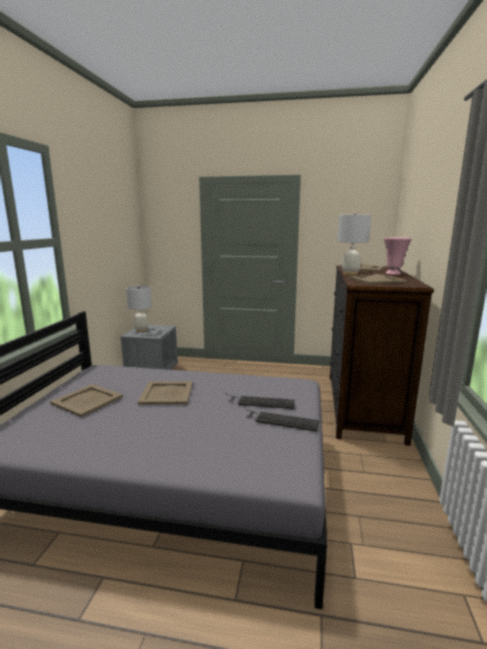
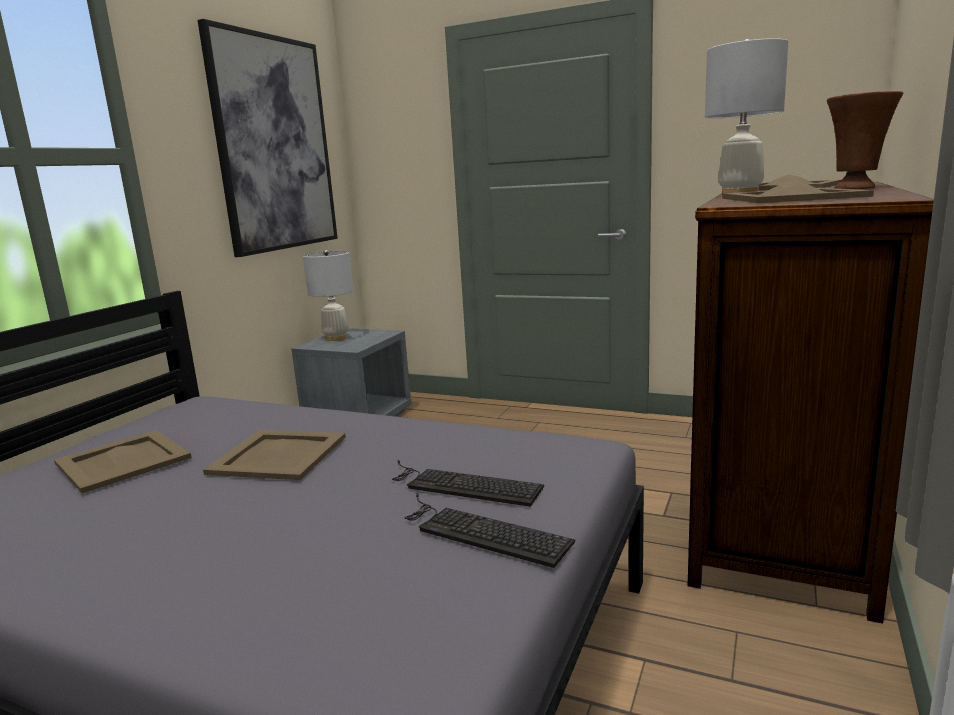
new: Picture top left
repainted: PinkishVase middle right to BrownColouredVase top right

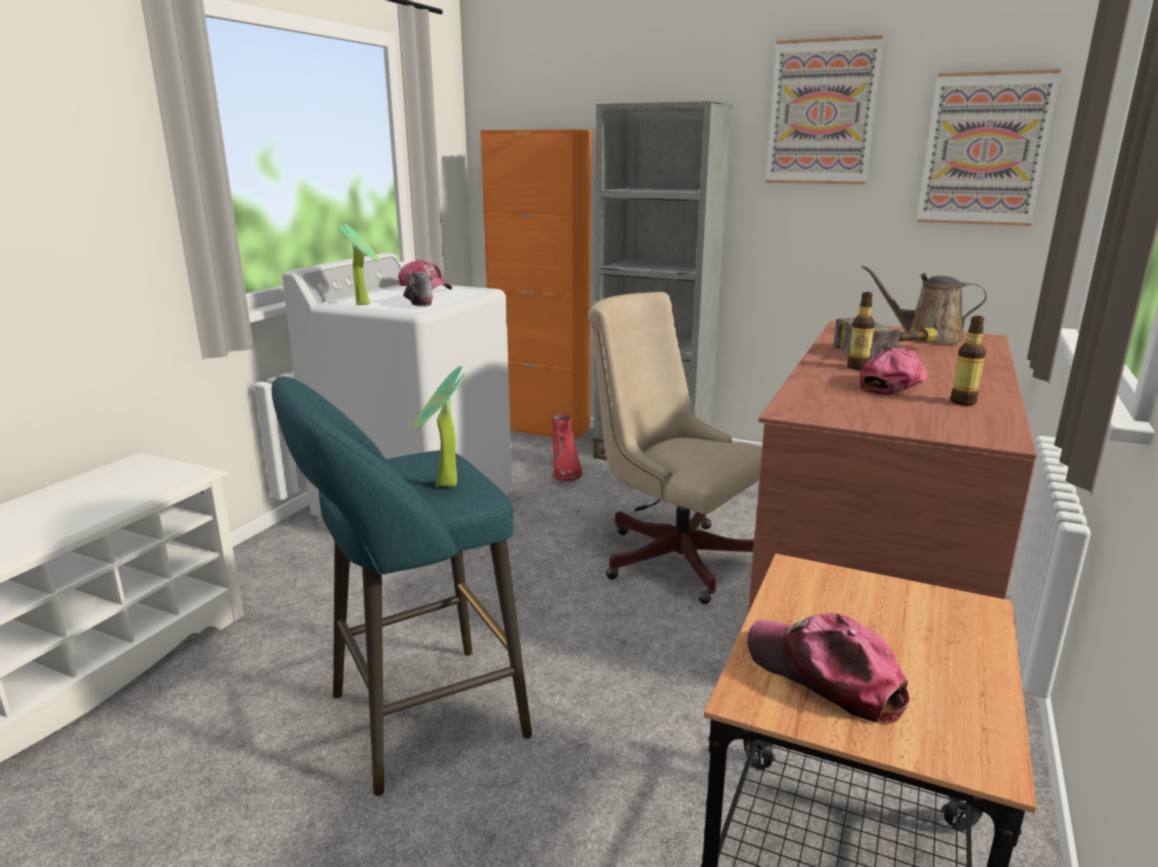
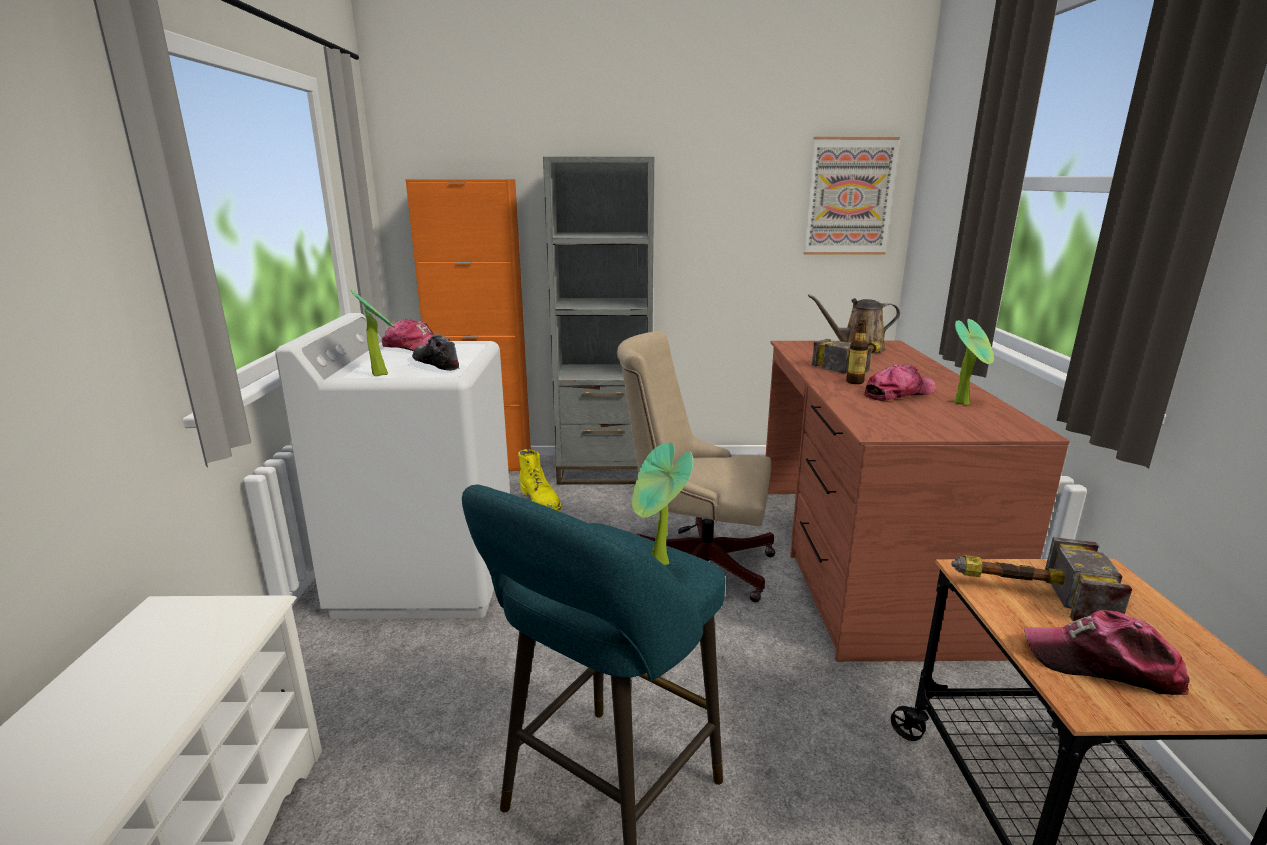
gone: Picture (no. 1 from left) top right
new: ToolHammer (no. 2 from left) bottom right
swapped: Bottle (no. 2 from left) middle right to PlantInAPot (no. 3 from left) middle right
repainted: ReddishTallBoot centre to YellowTallBoot centre
rotated: Cap (no. 3 from left in the first image) middle right = middle right 45 degrees clockwise

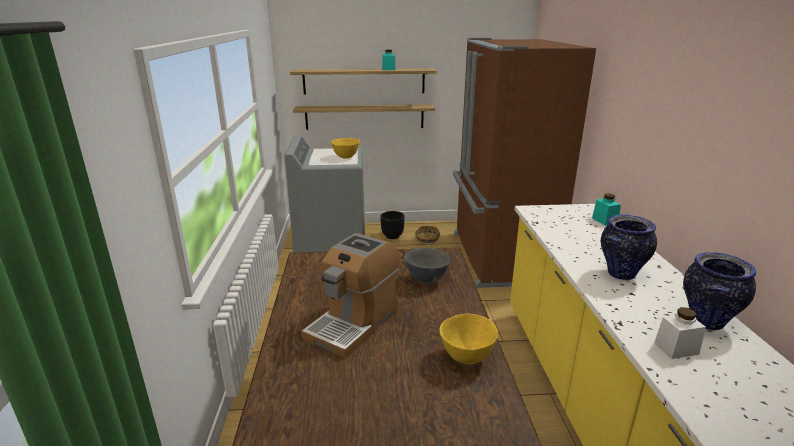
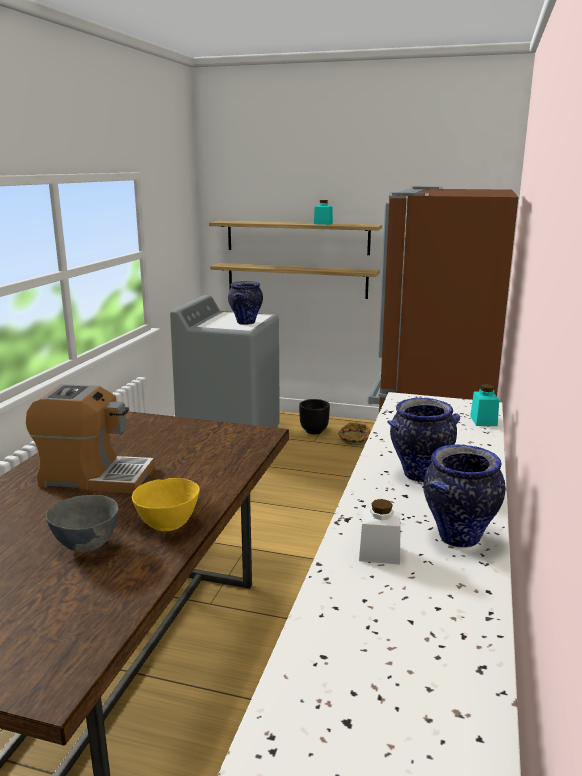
shifted: GreyishDeepDish centre to bottom left
swapped: YellowDeepDish (no. 1 from left) top centre to Vase (no. 1 from left) centre
rotated: CoffeeBrewer centre = middle left 135 degrees counterclockwise

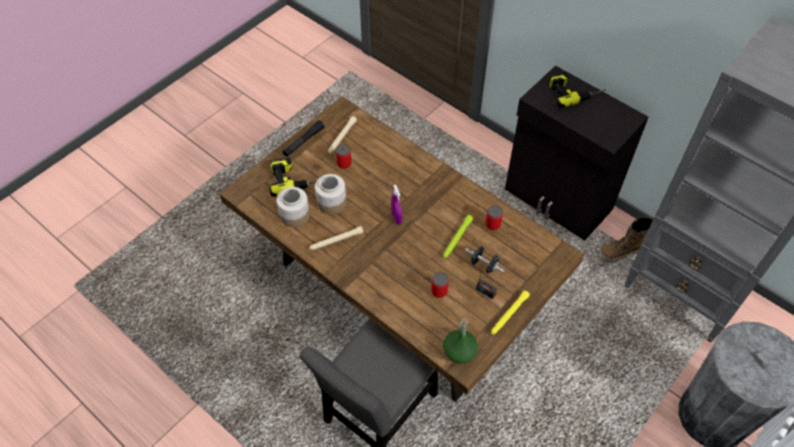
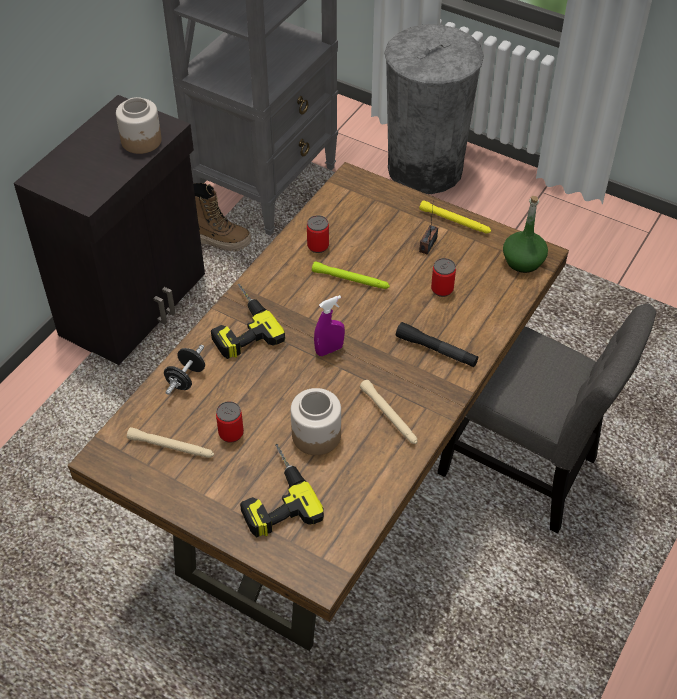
shifted: StorageJar (no. 1 from left) centre to top left; BlackishTorch top centre to centre; BlackishDumbbell centre to middle left; Drill (no. 2 from left in the first image) top right to Drill (no. 1 from left) centre
rotated: TallBoot middle right = top left 45 degrees counterclockwise

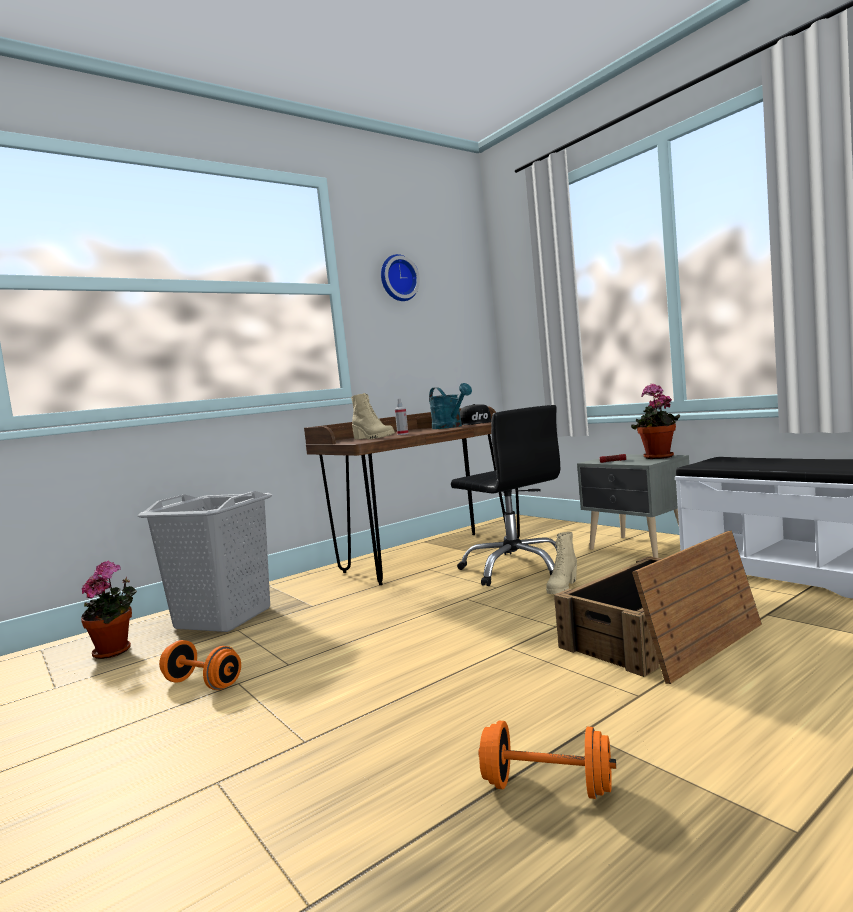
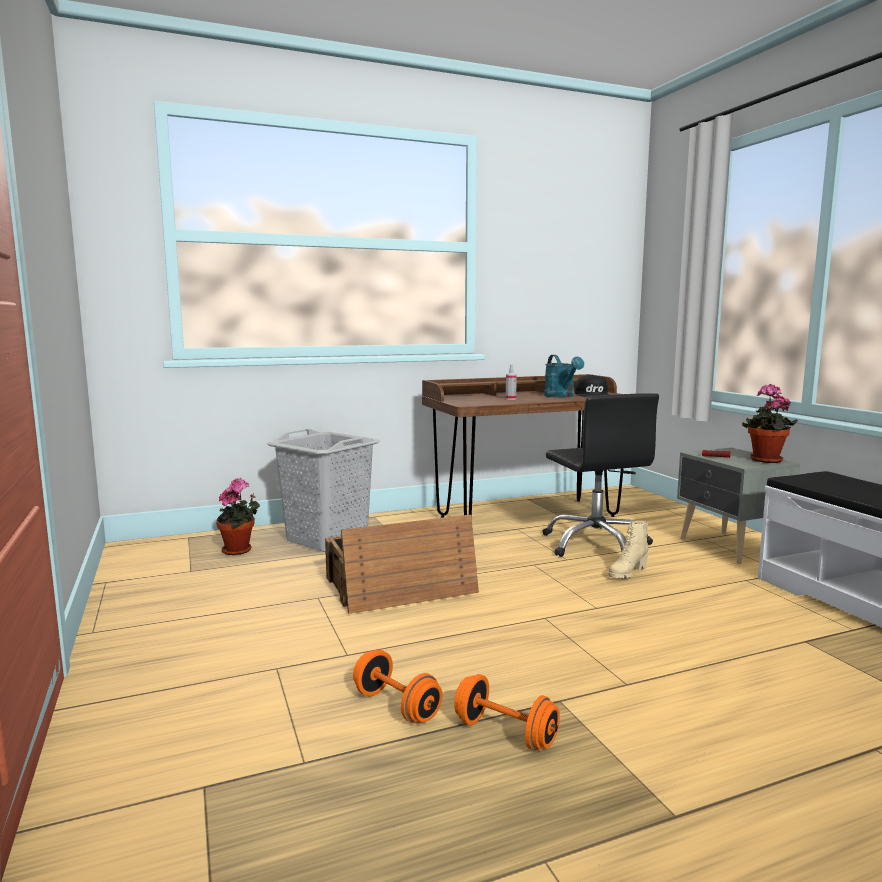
gone: SandColouredTallBoot (no. 1 from left) centre; ClockOnTheWall top centre
shifted: OrangeDumbbell (no. 1 from left) bottom left to bottom centre; ShippingCrate middle right to centre

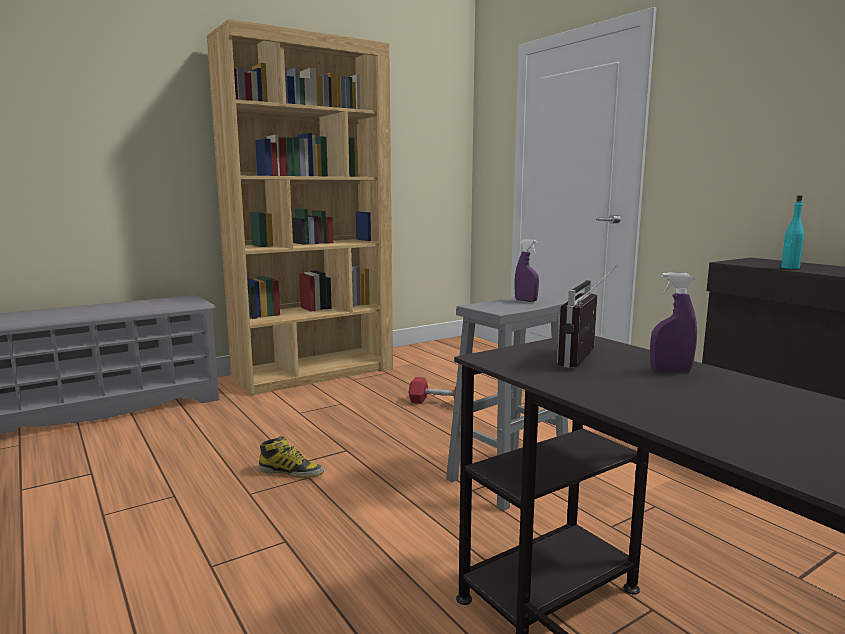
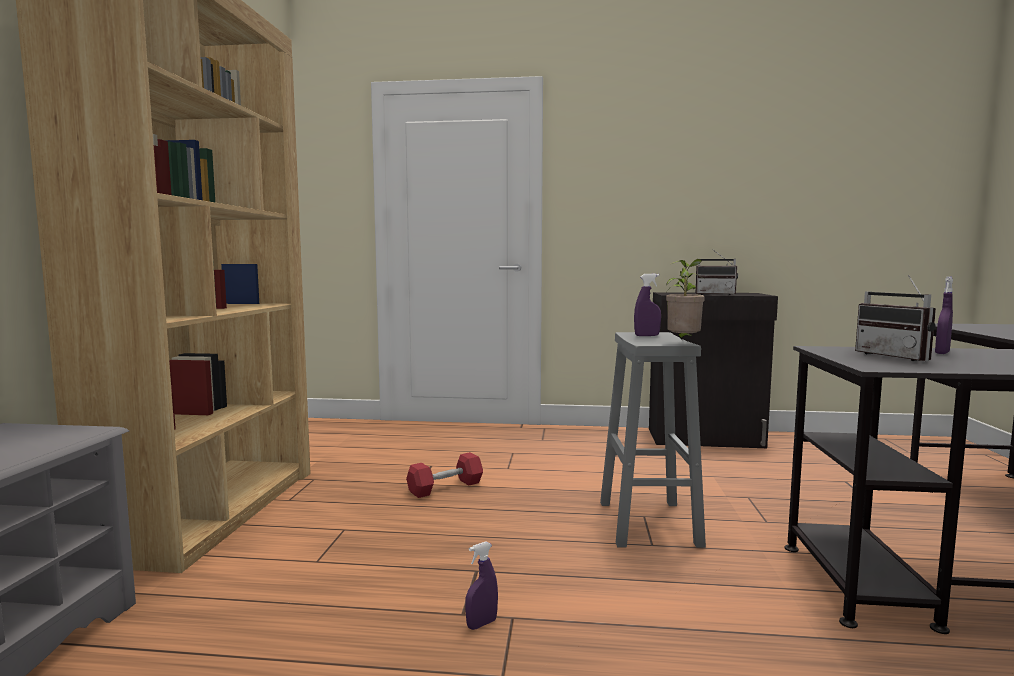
new: PlantInAPot middle right
swapped: TallBoot bottom centre to PurpleHandSprayer (no. 1 from left) bottom centre; BlueGreenBottle middle right to RadioSet (no. 1 from left) middle right

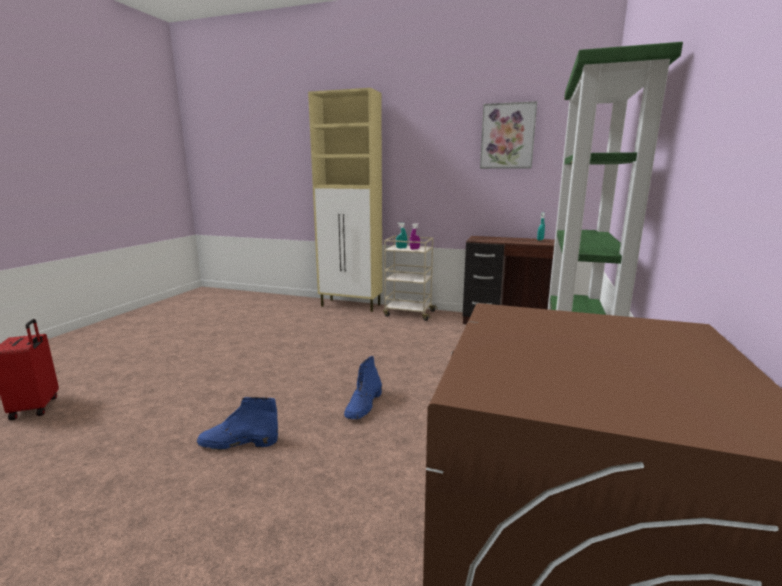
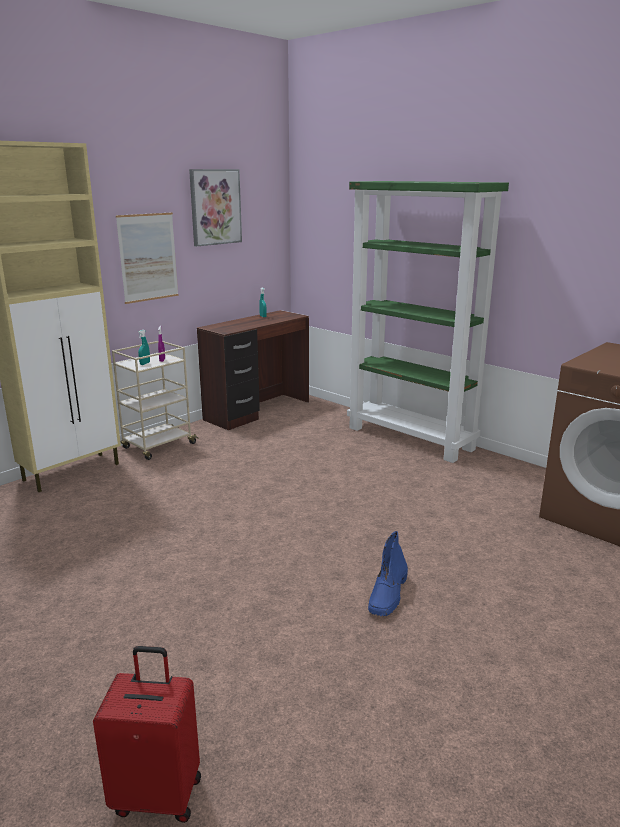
gone: BlueColouredTallBoot (no. 2 from left) centre
new: Picture (no. 1 from left) top left

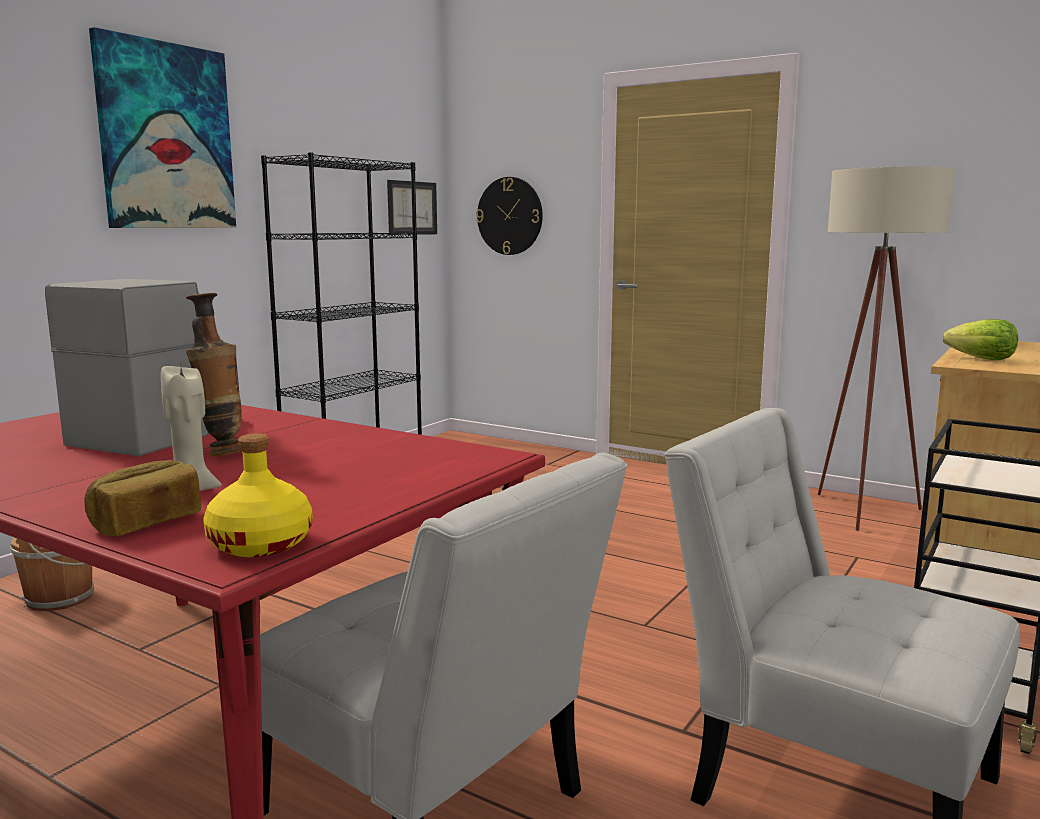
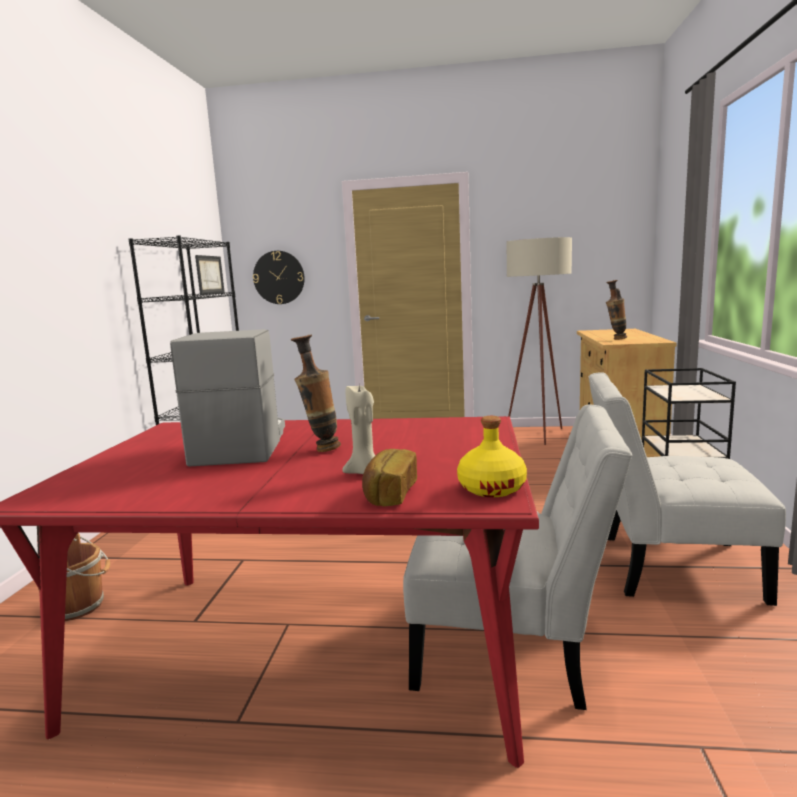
gone: Picture (no. 1 from left) top left
swapped: Lettuce middle right to Vase (no. 2 from left) middle right

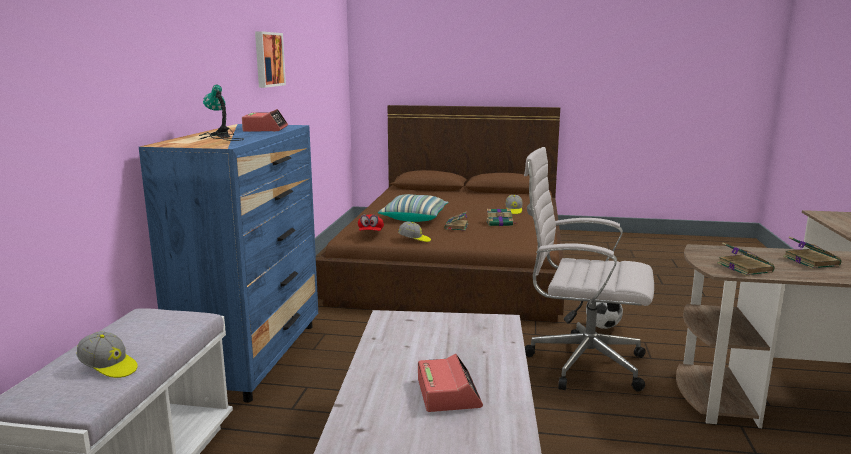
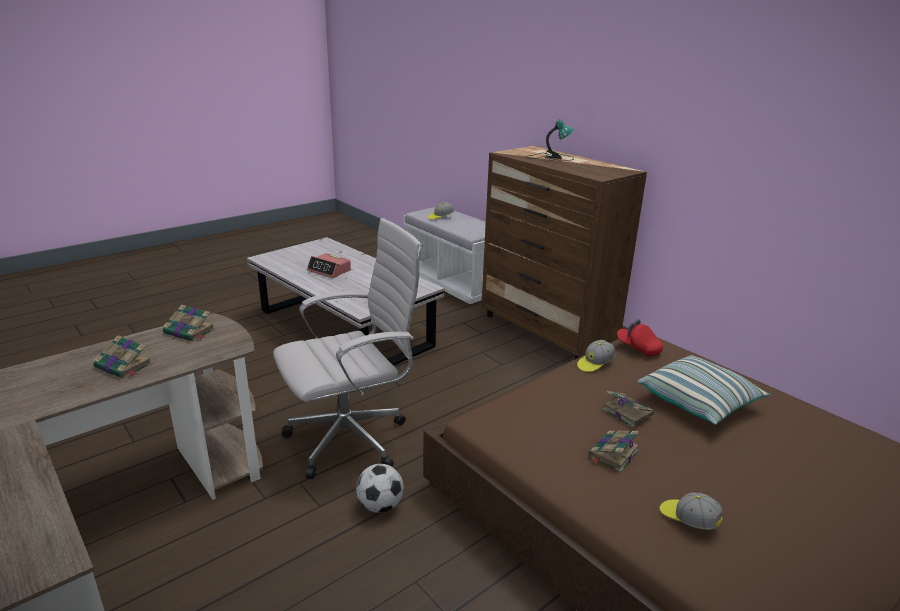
gone: AlarmClock (no. 1 from left) top left; Picture top left
repainted: BlueColouredChestOfDrawers middle left to BrownColouredChestOfDrawers centre

